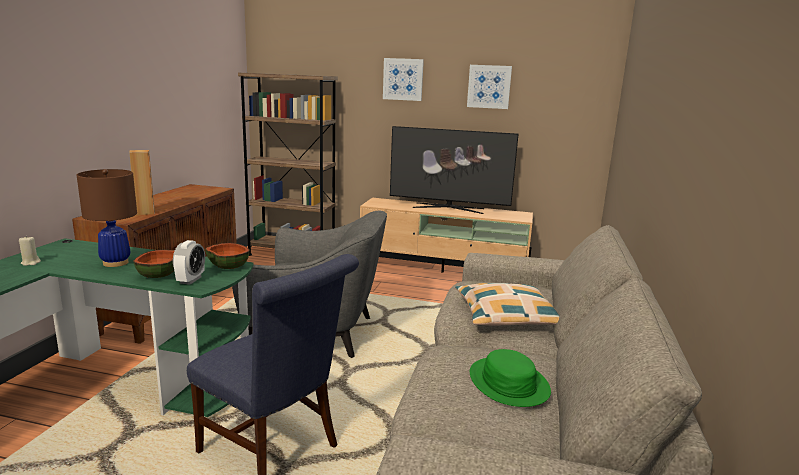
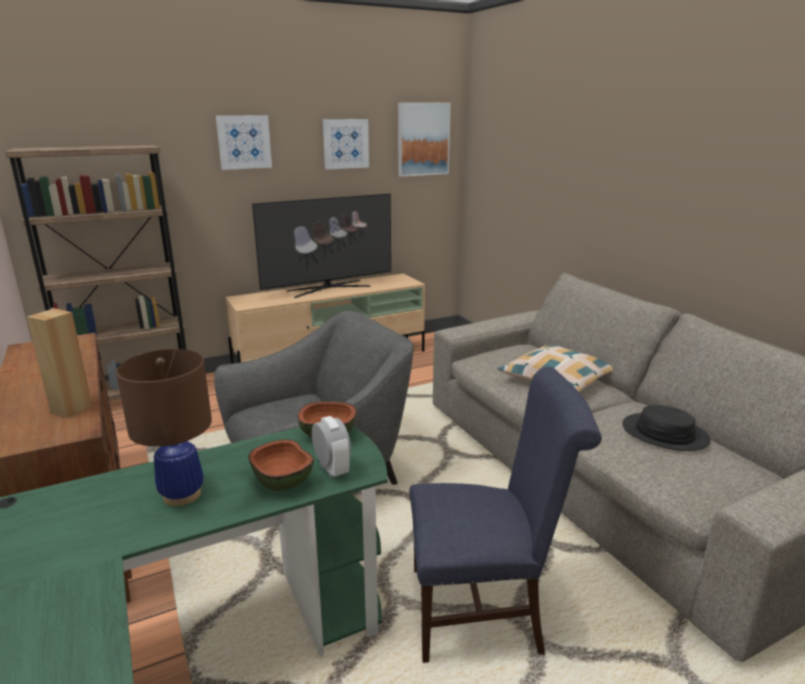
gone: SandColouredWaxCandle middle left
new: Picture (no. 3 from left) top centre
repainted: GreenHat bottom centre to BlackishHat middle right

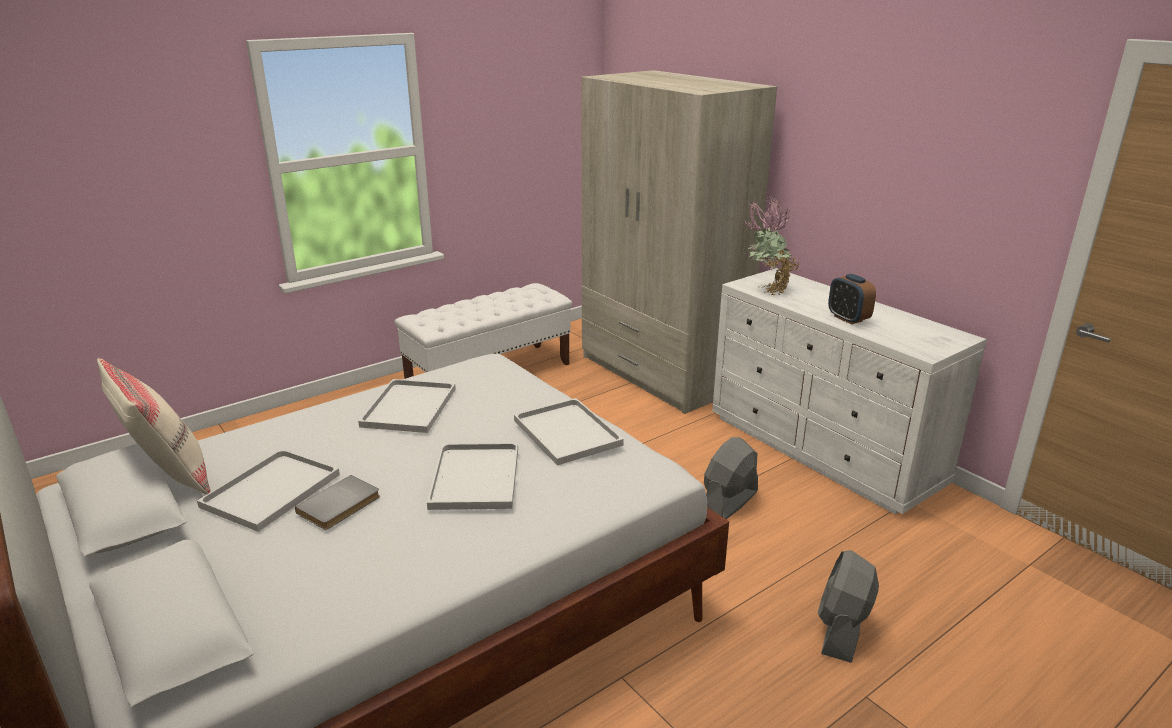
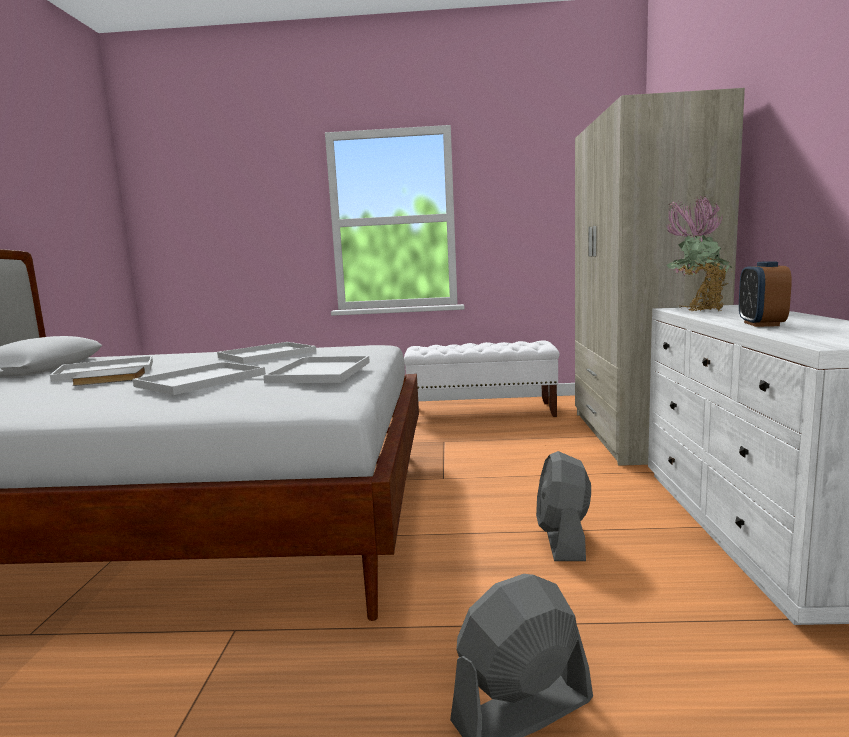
gone: SandColouredThrowPillow middle left
rotated: GreyishElectricFan (no. 1 from left in the first image) centre = bottom centre 75 degrees counterclockwise

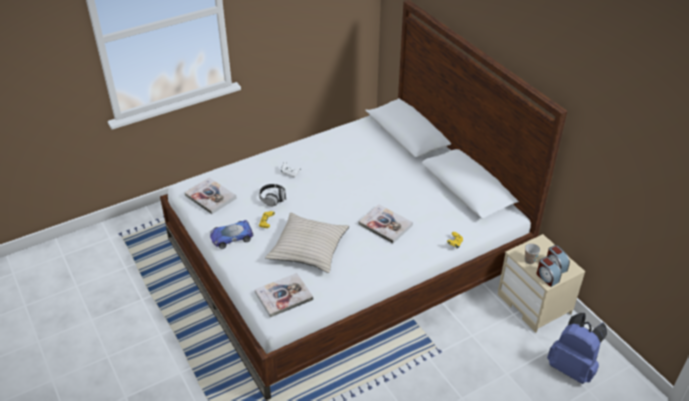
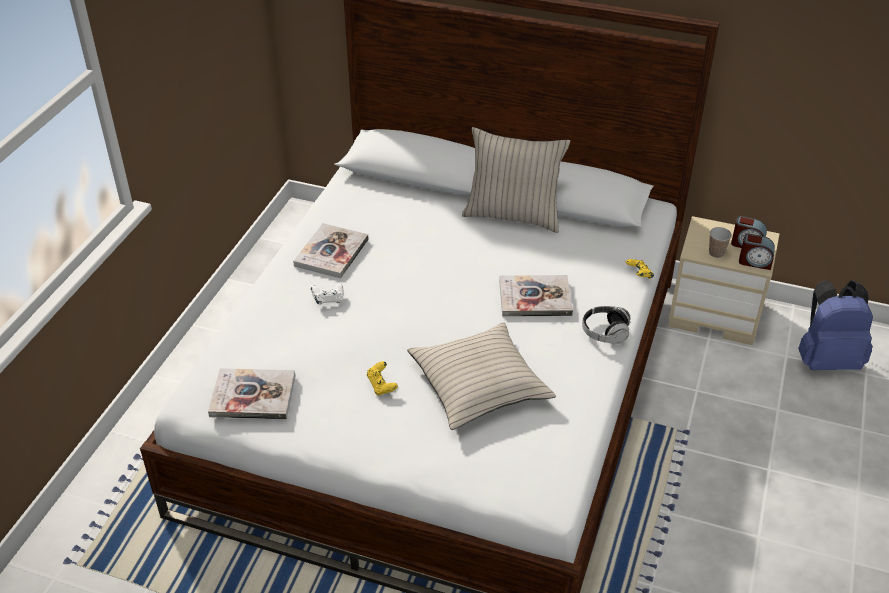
gone: MiniatureCar centre
new: SandColouredThrowPillow (no. 2 from left) top centre
shifted: Volume (no. 2 from left) bottom centre to centre; Headset centre to middle right

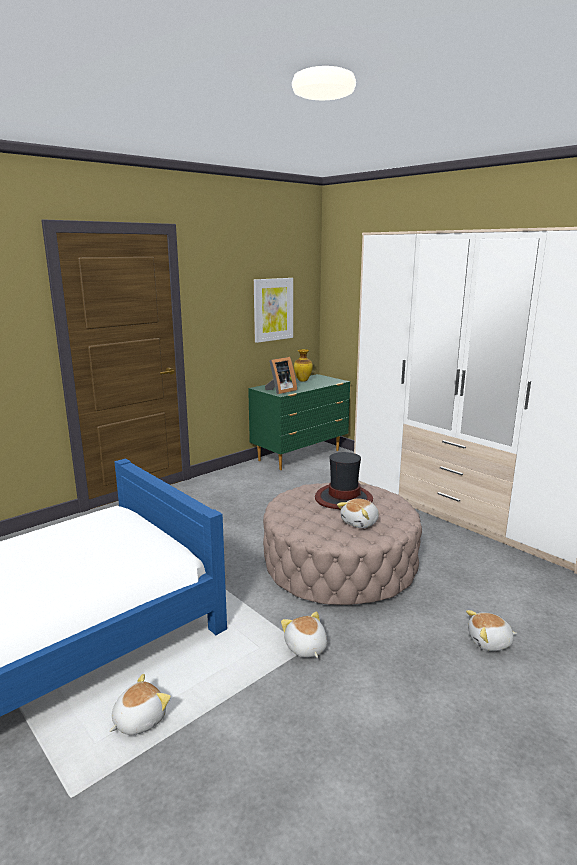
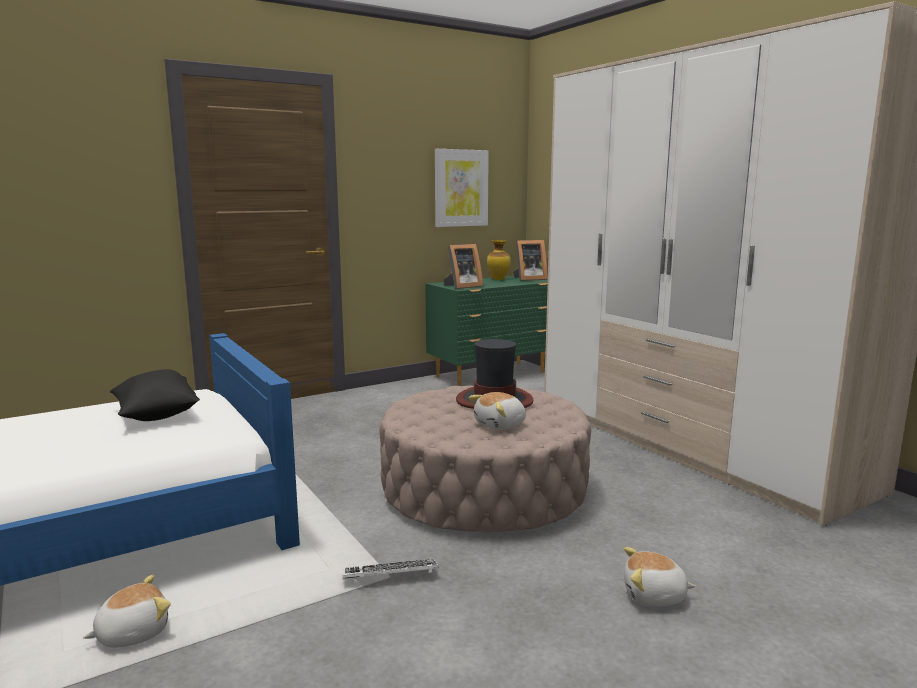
new: BlackishThrowPillow middle left; PhotoFrame (no. 2 from left) centre
swapped: CuddlyToy (no. 2 from left) bottom centre to PcKeyboard bottom centre

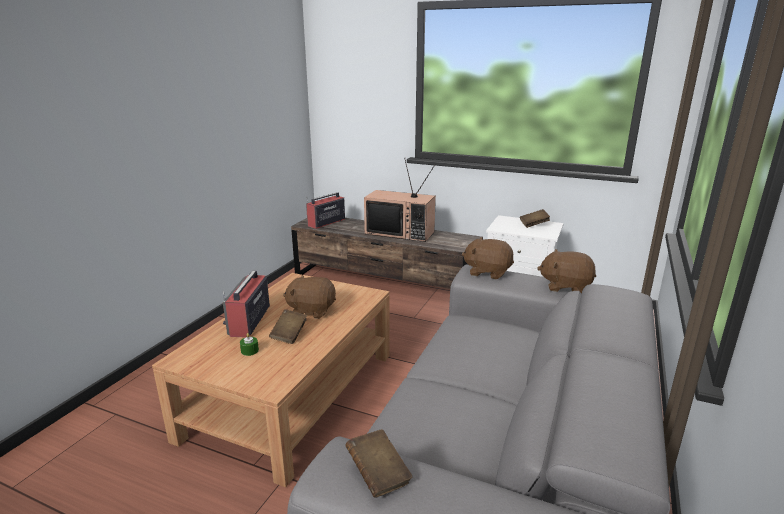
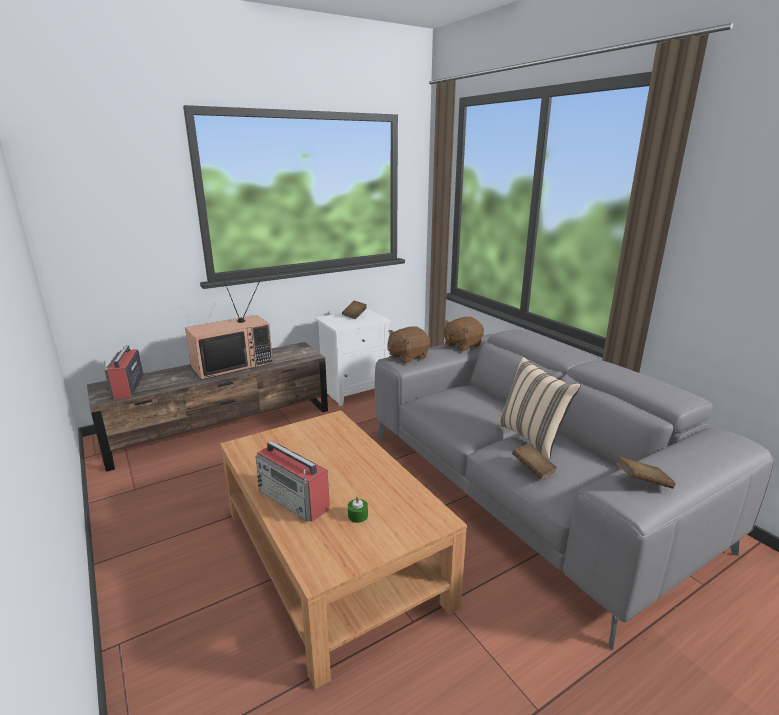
gone: BrownColouredCuddlyToy (no. 1 from left) centre
new: SandColouredThrowPillow middle right
shifted: BrownColouredVolume (no. 1 from left in the first image) centre to BrownColouredVolume (no. 2 from left) middle right

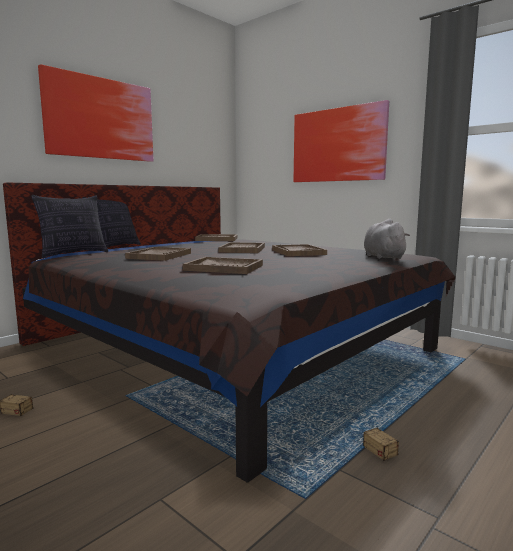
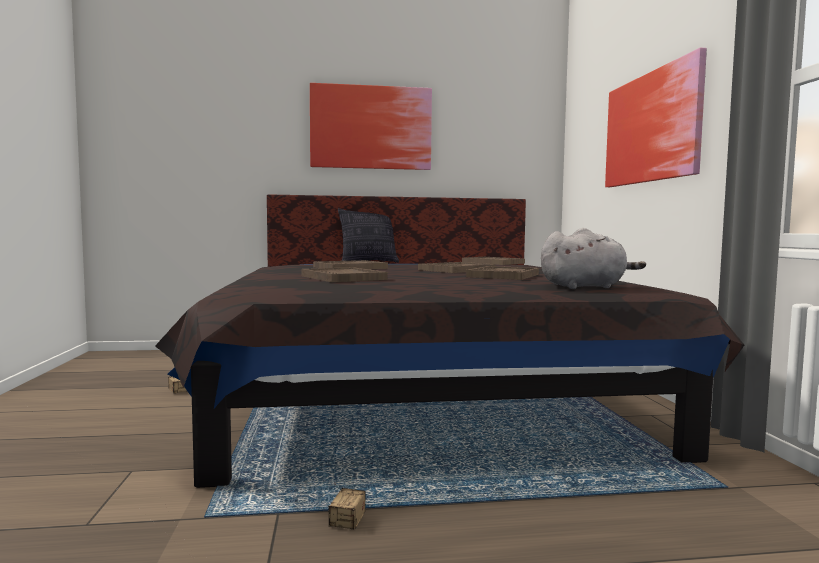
gone: ThrowPillow (no. 1 from left) middle left
rotated: GreyishCuddlyToy middle right = middle right 45 degrees clockwise

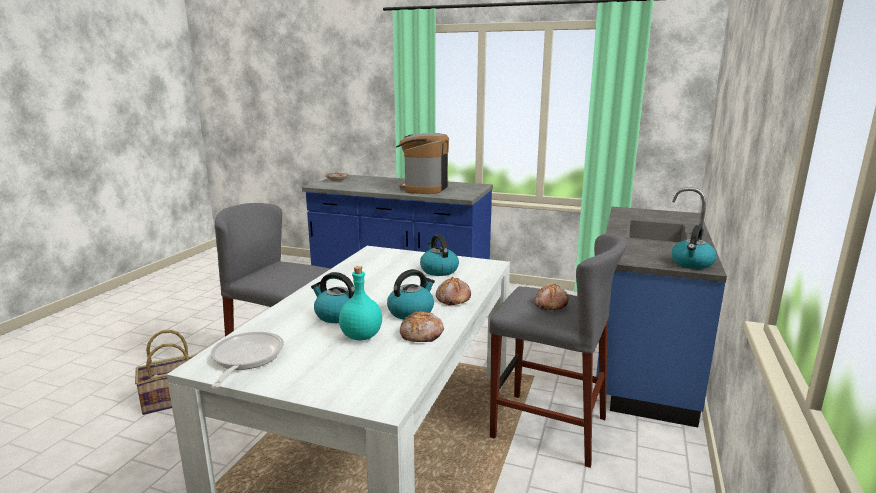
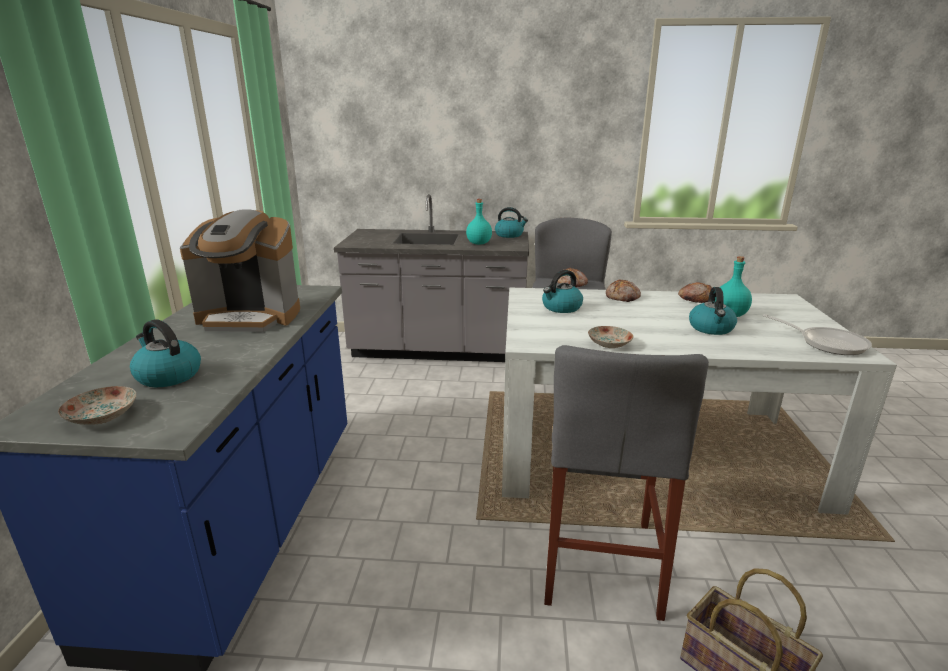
new: BlueGreenBottle (no. 1 from left) top centre; Plate (no. 2 from left) centre
shifted: Kettle (no. 2 from left in the first image) centre to Kettle (no. 1 from left) middle left
repainted: BlueColouredCounter (no. 2 from left) middle right to GreyishCounter centre
rotated: Skillet bottom left = middle right 120 degrees counterclockwise

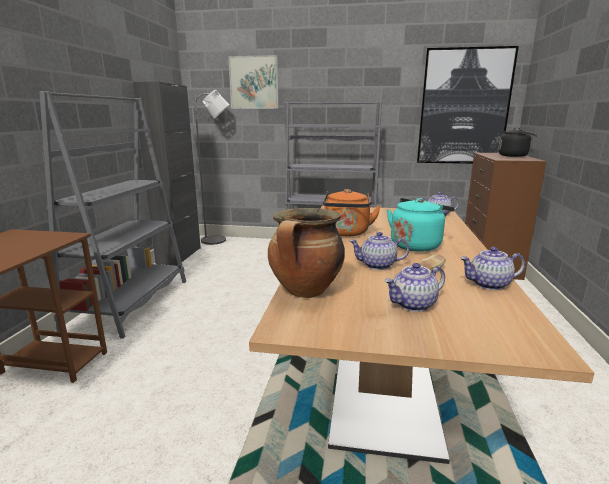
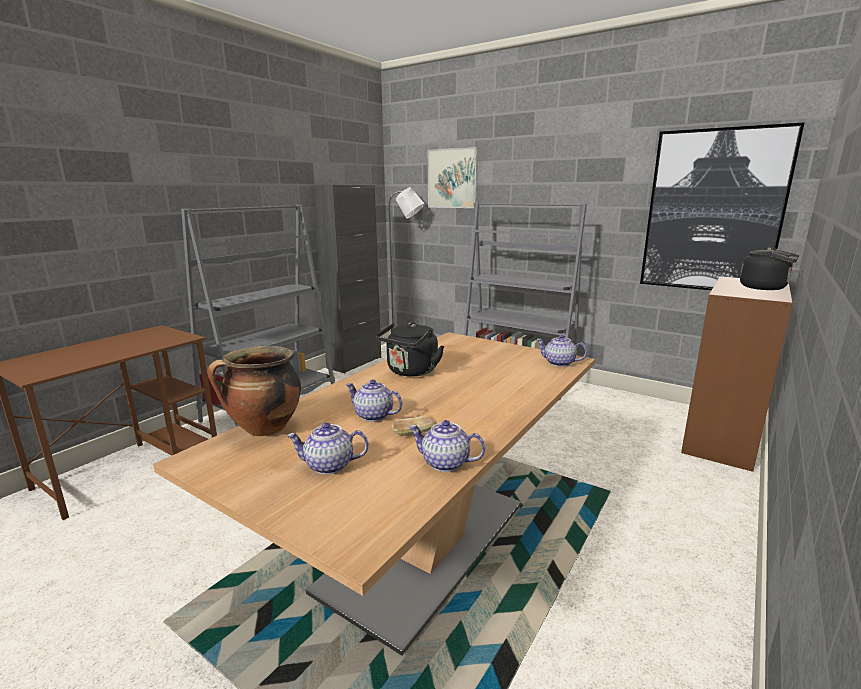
gone: BlueGreenKettle middle right
repainted: OrangeKettle centre to BlackishKettle (no. 1 from left) centre

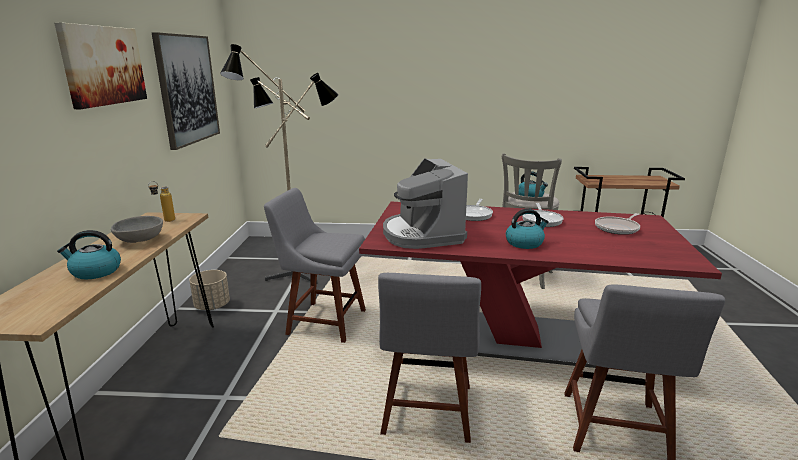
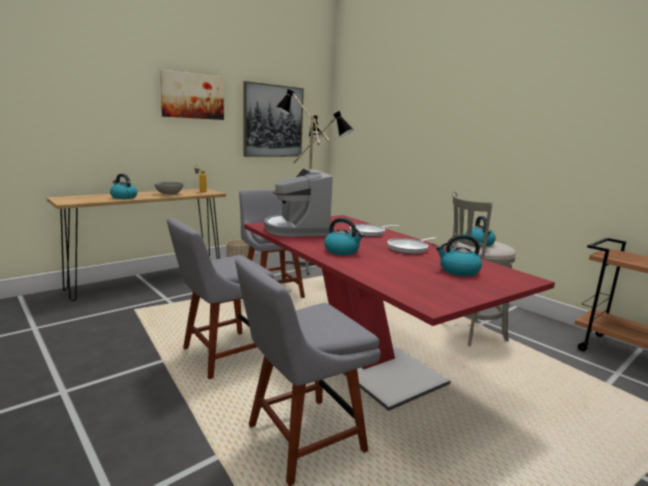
swapped: Skillet (no. 3 from left) middle right to Kettle (no. 3 from left) middle right
rotated: CoffeeBrewer centre = centre 45 degrees counterclockwise

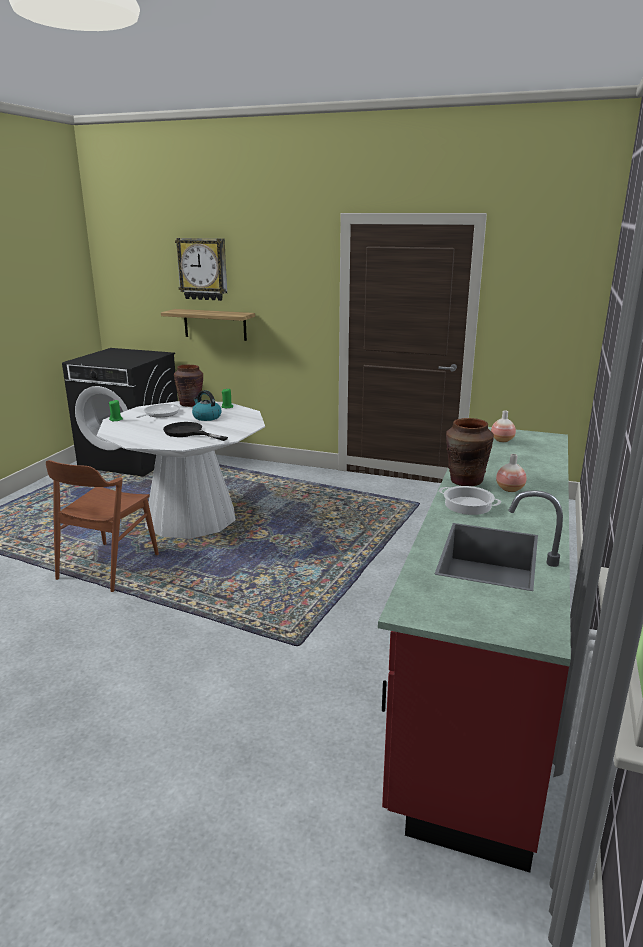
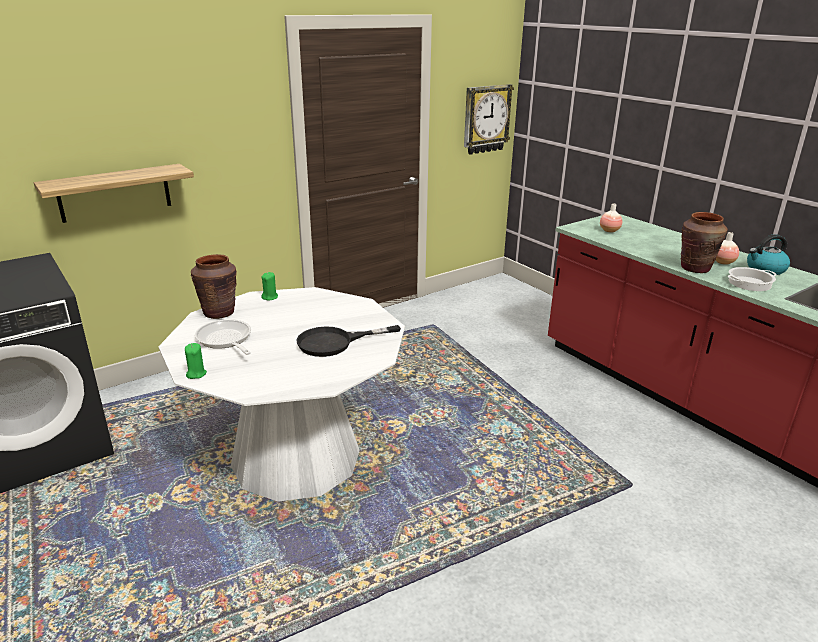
gone: BrownColouredChair middle left
shifted: ClockOnTheWall top left to top centre; Kettle middle left to middle right

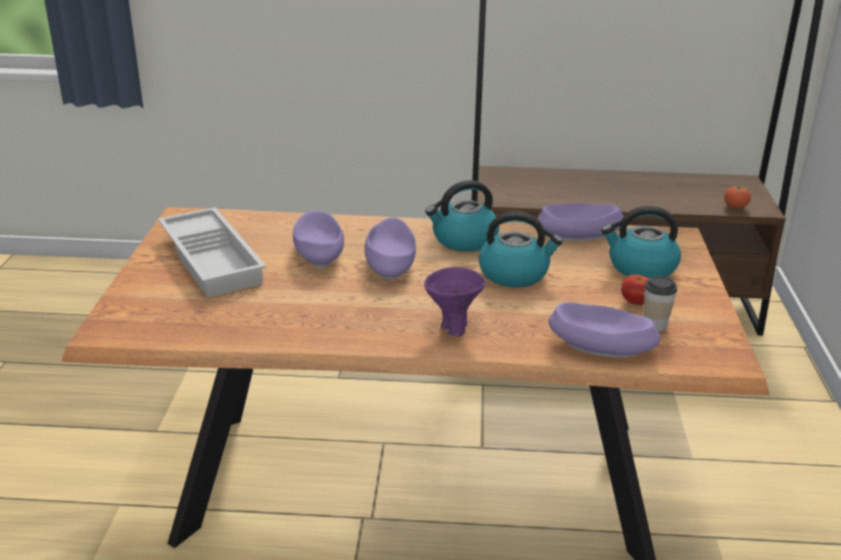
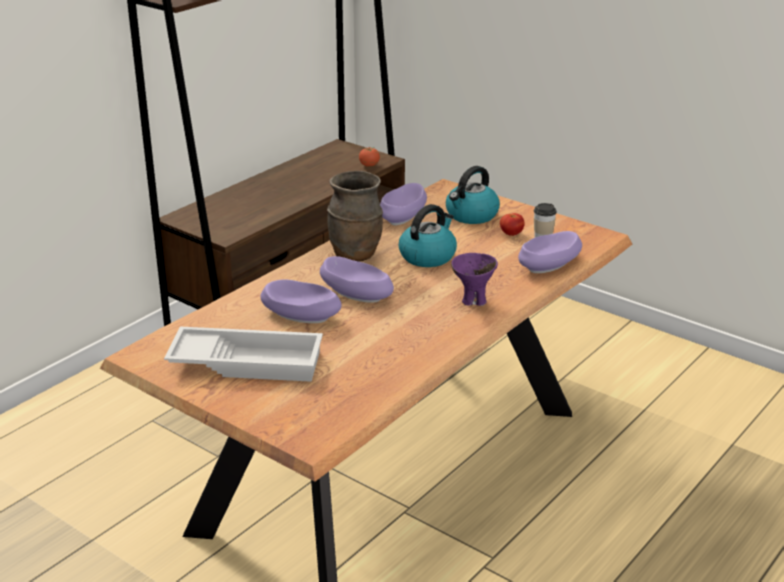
swapped: Kettle (no. 1 from left) centre to BrownColouredVase centre

